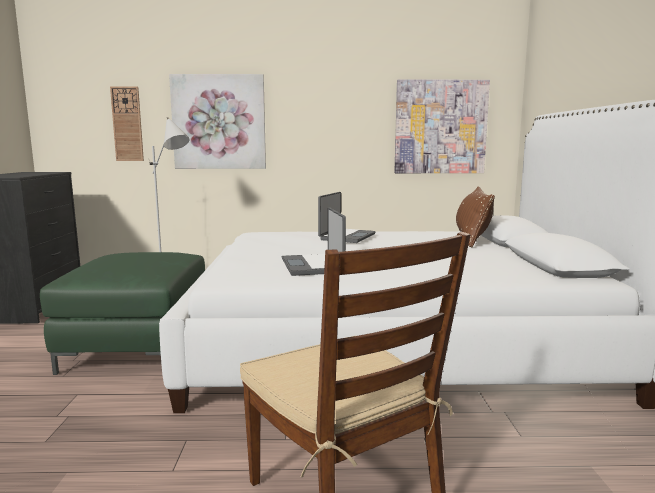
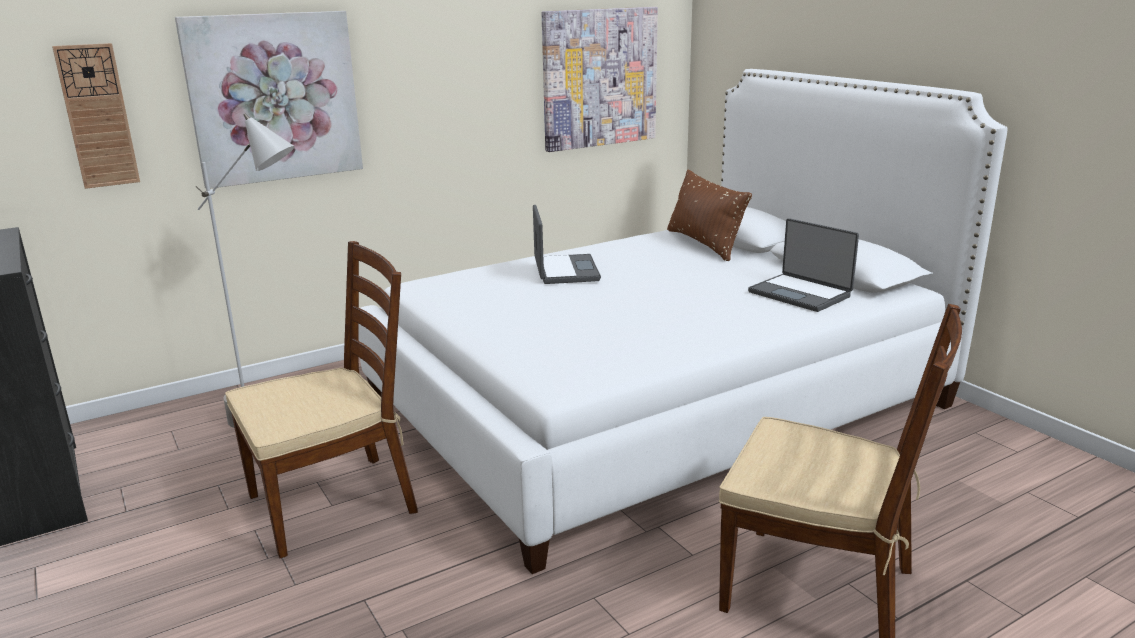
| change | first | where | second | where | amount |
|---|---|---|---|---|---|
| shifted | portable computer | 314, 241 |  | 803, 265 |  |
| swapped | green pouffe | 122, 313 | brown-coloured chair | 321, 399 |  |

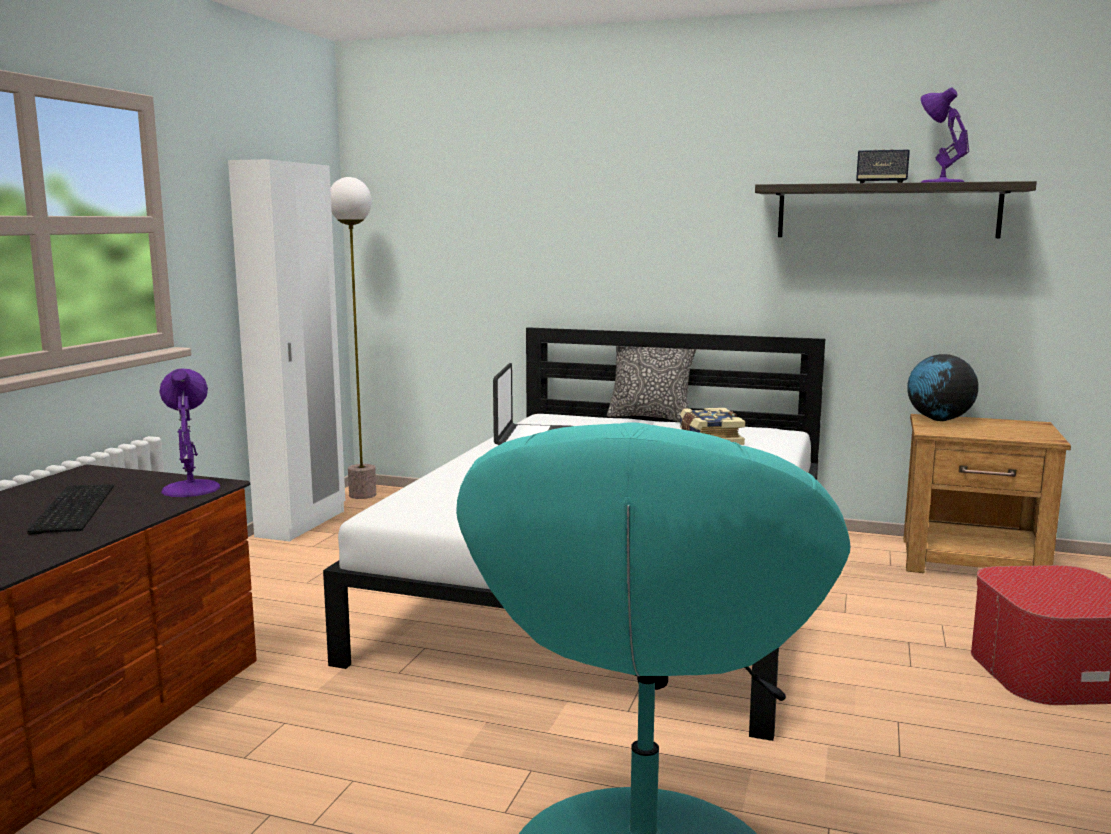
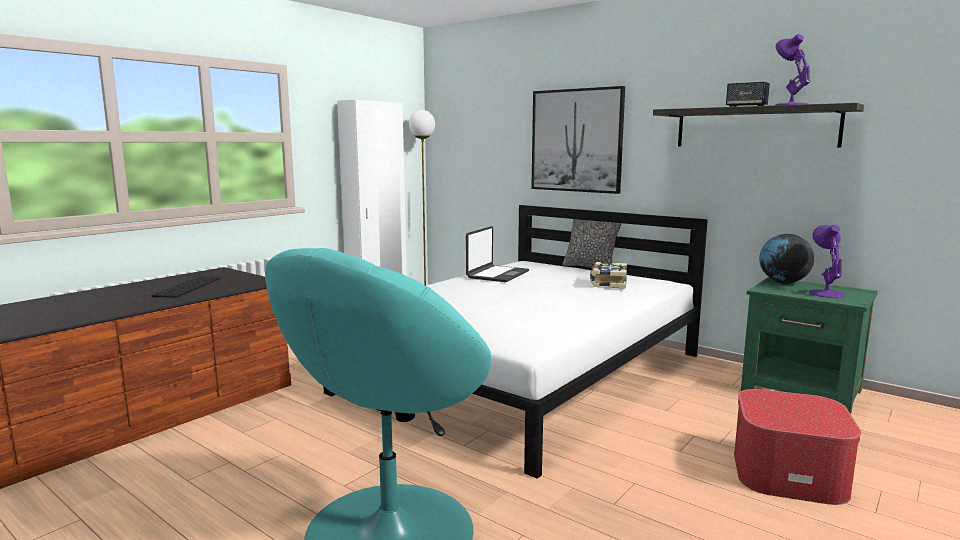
| change | first | where | second | where | amount |
|---|---|---|---|---|---|
| new |  |  | wall art | 578, 140 |  |
| shifted | purple lamp for a table | 189, 432 |  | 827, 261 |  |
| repainted | brown-coloured nightstand | 987, 493 | green nightstand | 809, 345 |  |

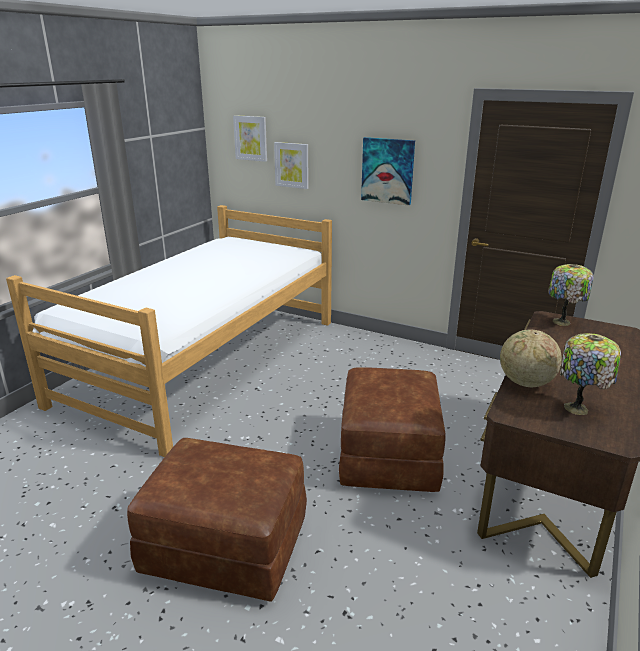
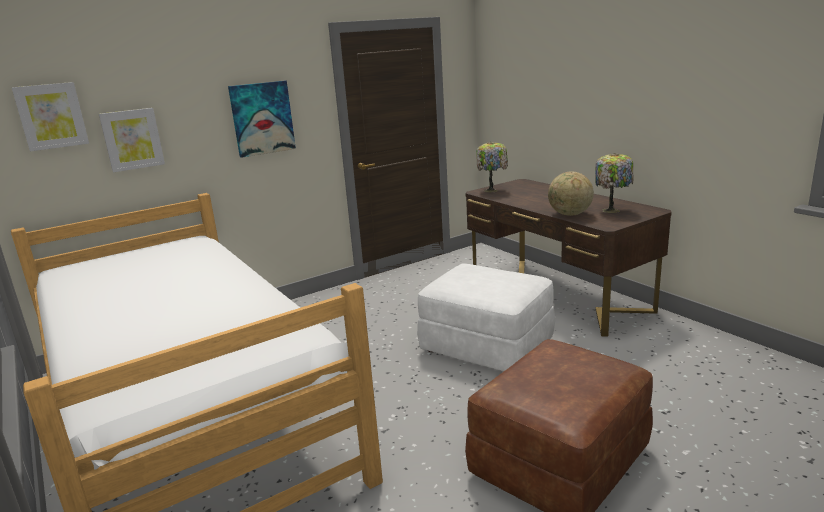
| change | first | where | second | where | amount |
|---|---|---|---|---|---|
| repainted | brown-coloured pouffe | 392, 429 | white-coloured pouffe | 486, 317 |  |

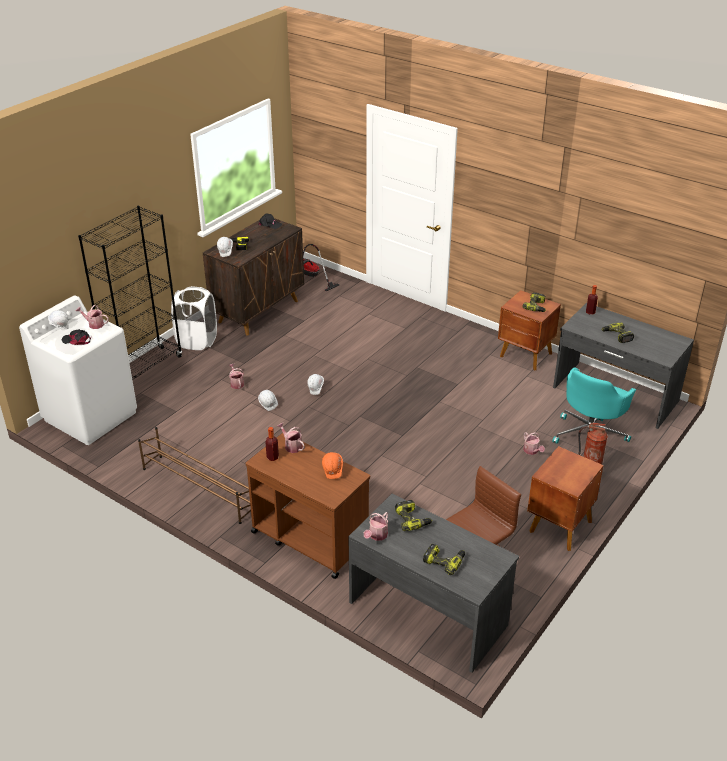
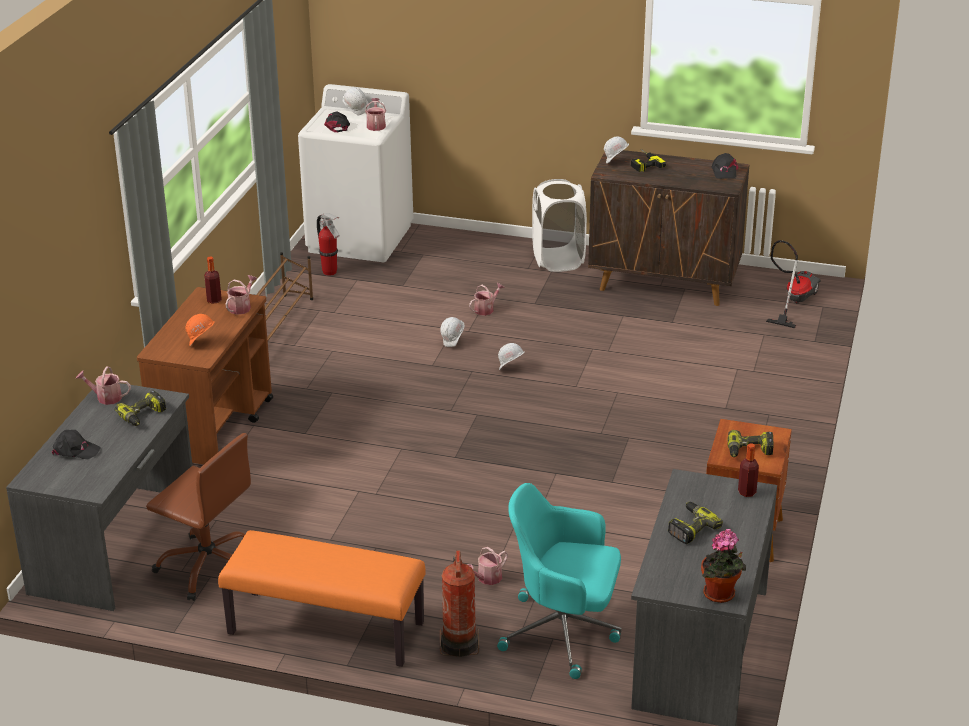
| change | first | where | second | where | amount |
|---|---|---|---|---|---|
| gone | blackish shelving unit | 130, 292 |  |  |  |
| new |  |  | fire-fighting cylinder | 328, 244 |  |
| new |  |  | potted plant | 723, 566 |  |
| swapped | power drill | 444, 559 | blackish baseball cap | 76, 444 |  |
| swapped | brown-coloured nightstand | 565, 498 | orangey long seat | 322, 598 |  |

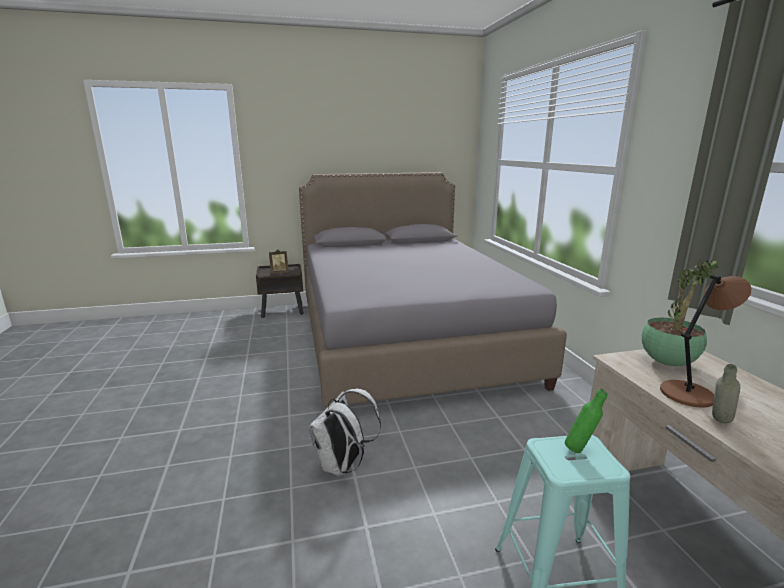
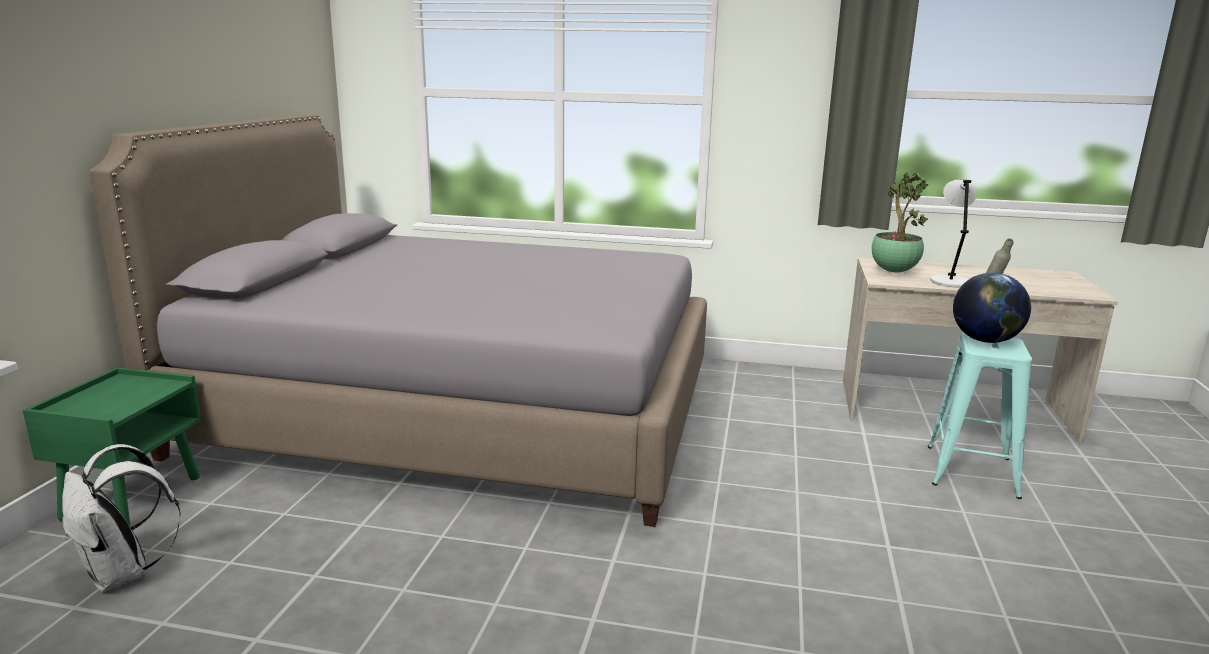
| change | first | where | second | where | amount |
|---|---|---|---|---|---|
| gone | picture frame | 279, 261 |  |  |  |
| shifted | white-coloured backpack | 345, 432 |  | 121, 518 |  |
| swapped | green drink bottle | 586, 421 | globe | 992, 308 |  |
| repainted | brown-coloured nightstand | 280, 291 | green nightstand | 112, 446 |  |
| repainted | brown-coloured lamp for a table | 706, 341 | gray lamp for a table | 953, 233 |  |

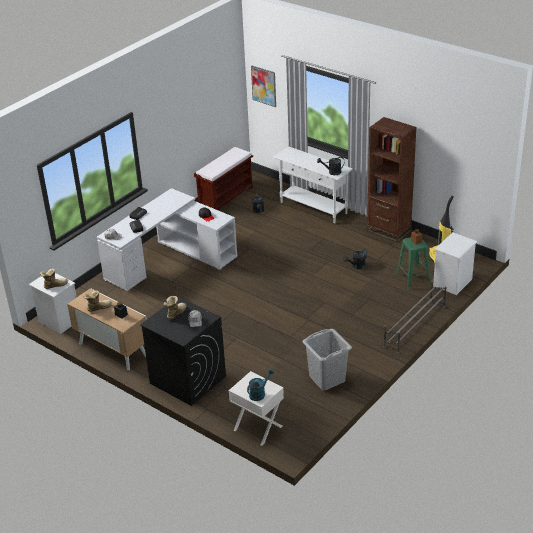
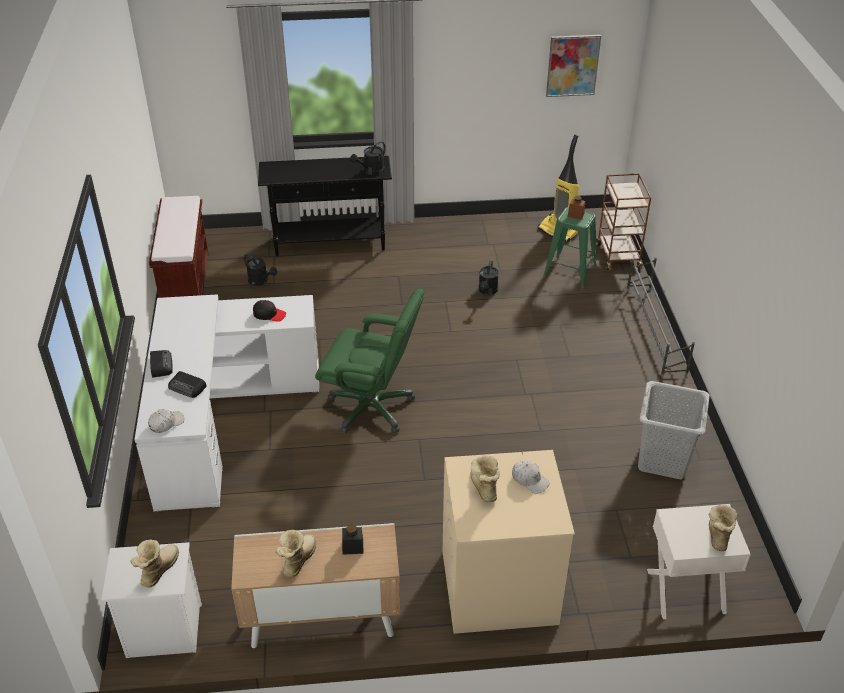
| change | first | where | second | where | amount |
|---|---|---|---|---|---|
| gone | brown-coloured shelving unit | 392, 180 |  |  |  |
| new |  |  | green computer chair | 369, 361 |  |
| shifted | wall art | 263, 86 |  | 573, 66 |  |
| swapped | turquoise watering pot | 260, 385 | tall boot | 723, 528 |  |
| swapped | white-coloured nightstand | 455, 263 | brown-coloured wheeled cart | 624, 221 |  |
| repainted | blackish laundry machine | 183, 351 | beige-coloured laundry machine | 509, 542 |  |
| repainted | white-coloured hall table | 313, 184 | blackish hall table | 325, 206 |  |

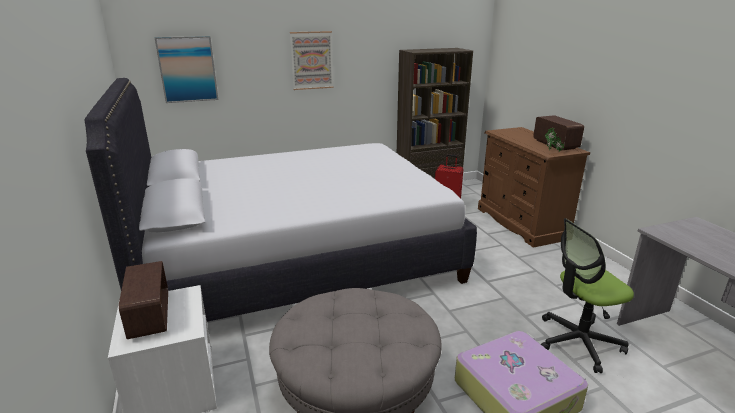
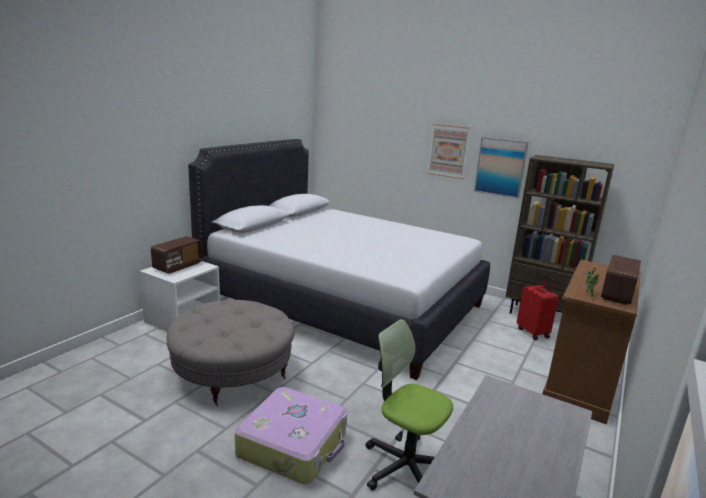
| change | first | where | second | where | amount |
|---|---|---|---|---|---|
| shifted | wall art | 186, 69 |  | 501, 168 |  |

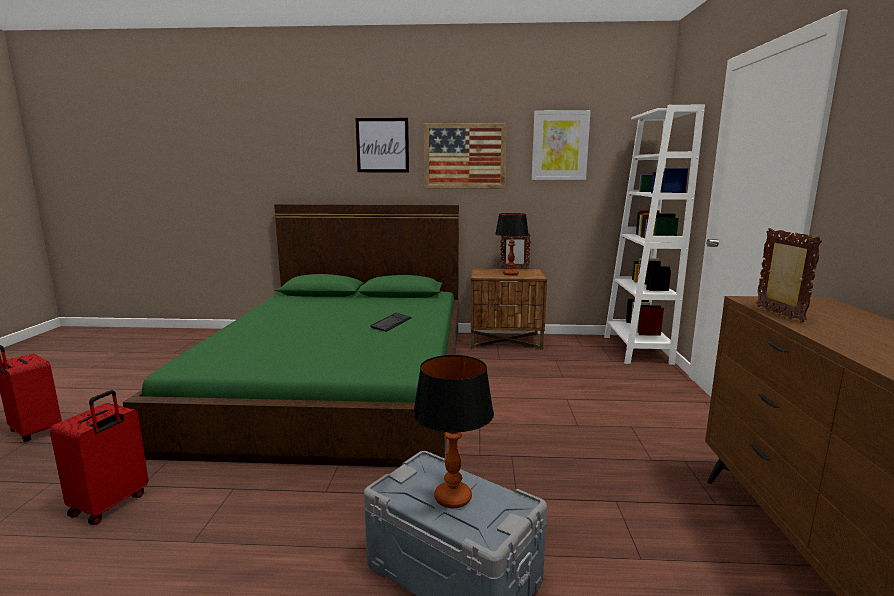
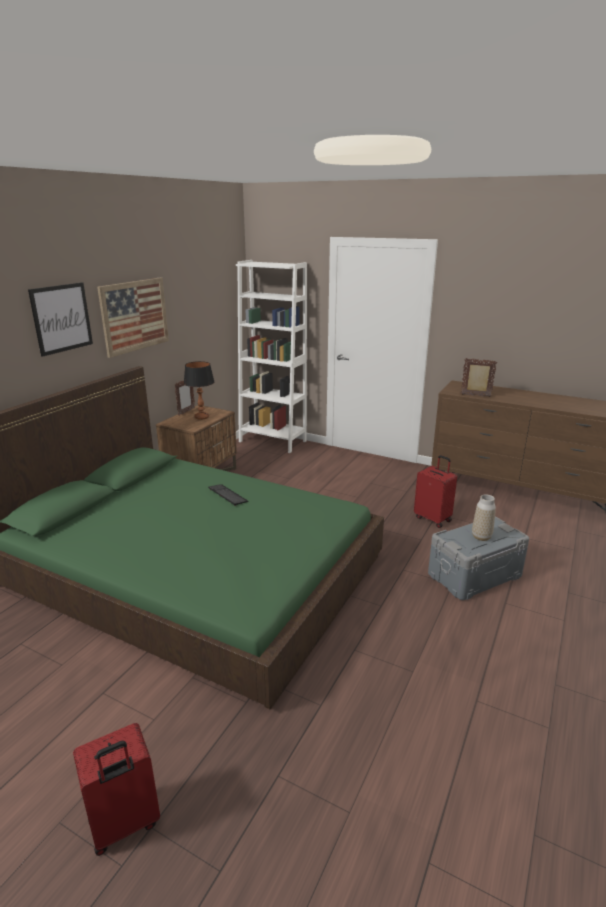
| change | first | where | second | where | amount |
|---|---|---|---|---|---|
| gone | wall art | 561, 145 |  |  |  |
| shifted | red piece of luggage | 99, 457 |  | 435, 491 |  |
| swapped | lamp for a table | 453, 431 | flower vase | 484, 517 |  |

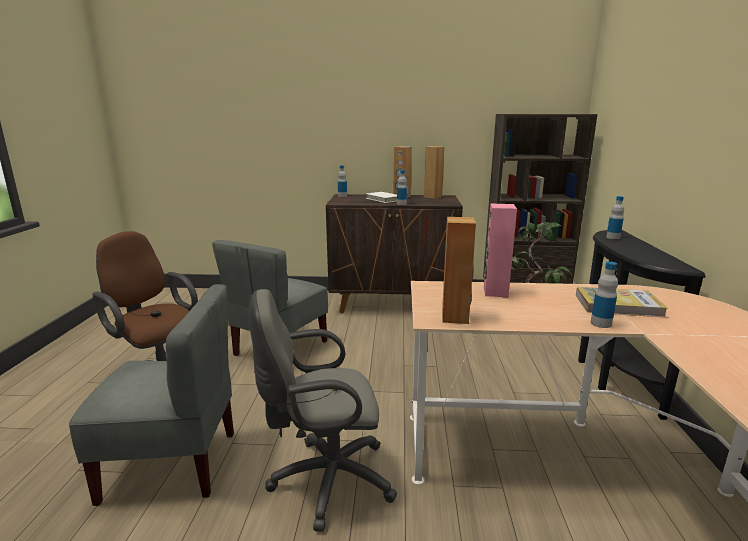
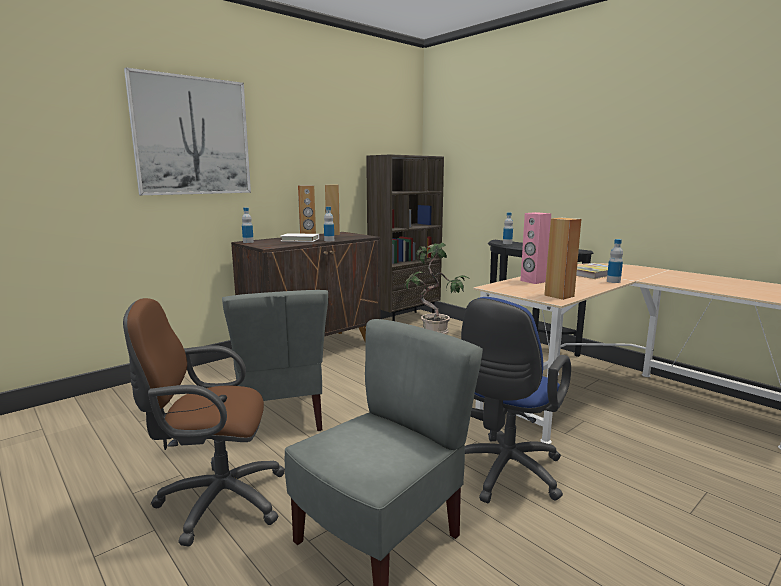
| change | first | where | second | where | amount |
|---|---|---|---|---|---|
| new |  |  | wall art | 187, 131 |  |
| repainted | gray computer chair | 323, 410 | blue-coloured computer chair | 516, 400 |  |

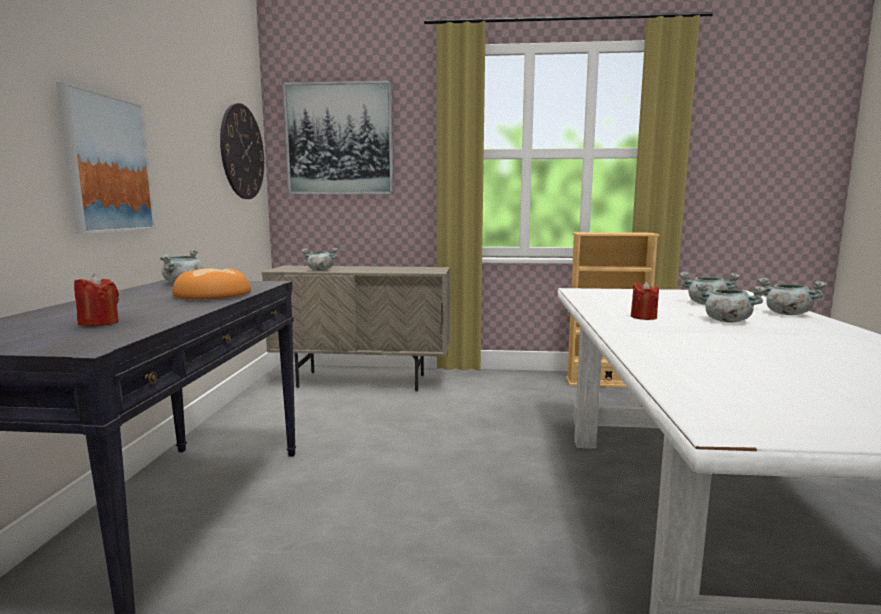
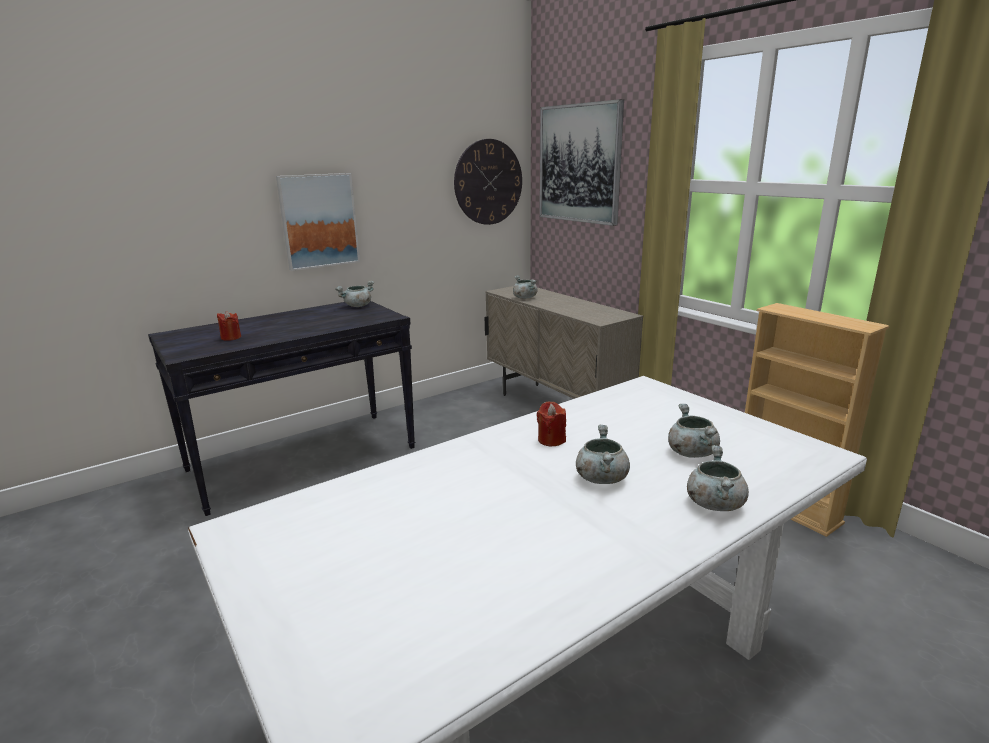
| change | first | where | second | where | amount |
|---|---|---|---|---|---|
| gone | bakery bread | 211, 283 |  |  |  |

